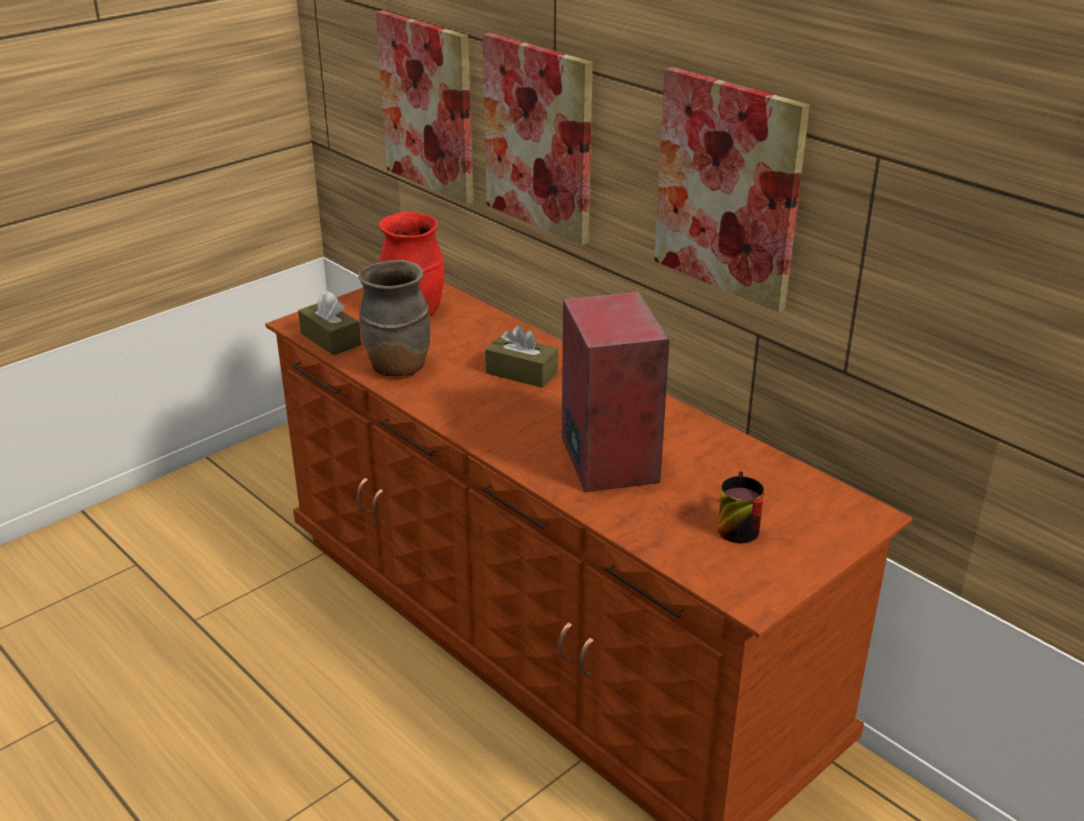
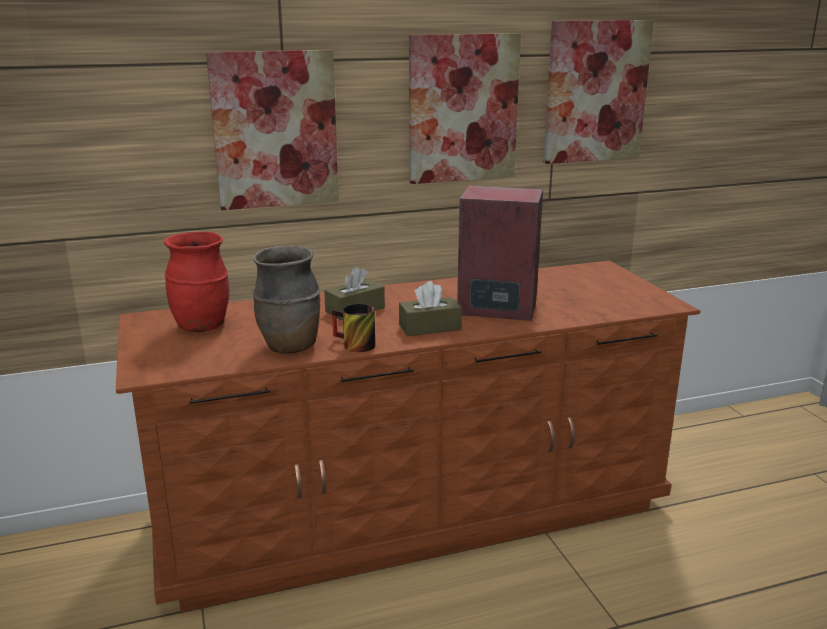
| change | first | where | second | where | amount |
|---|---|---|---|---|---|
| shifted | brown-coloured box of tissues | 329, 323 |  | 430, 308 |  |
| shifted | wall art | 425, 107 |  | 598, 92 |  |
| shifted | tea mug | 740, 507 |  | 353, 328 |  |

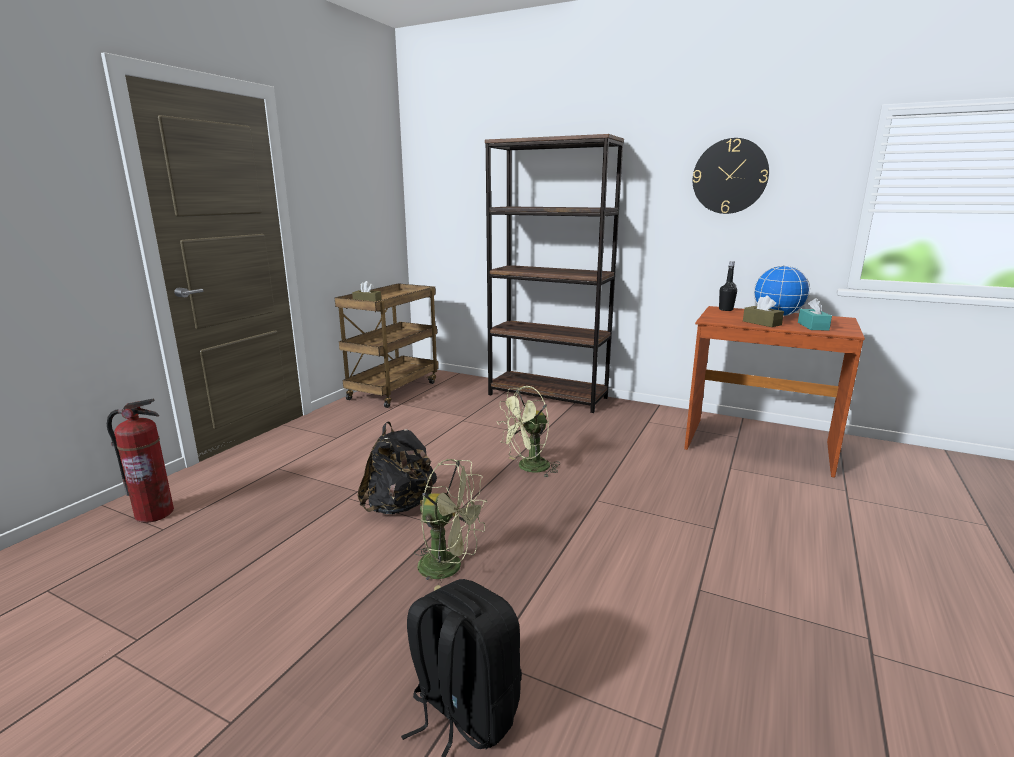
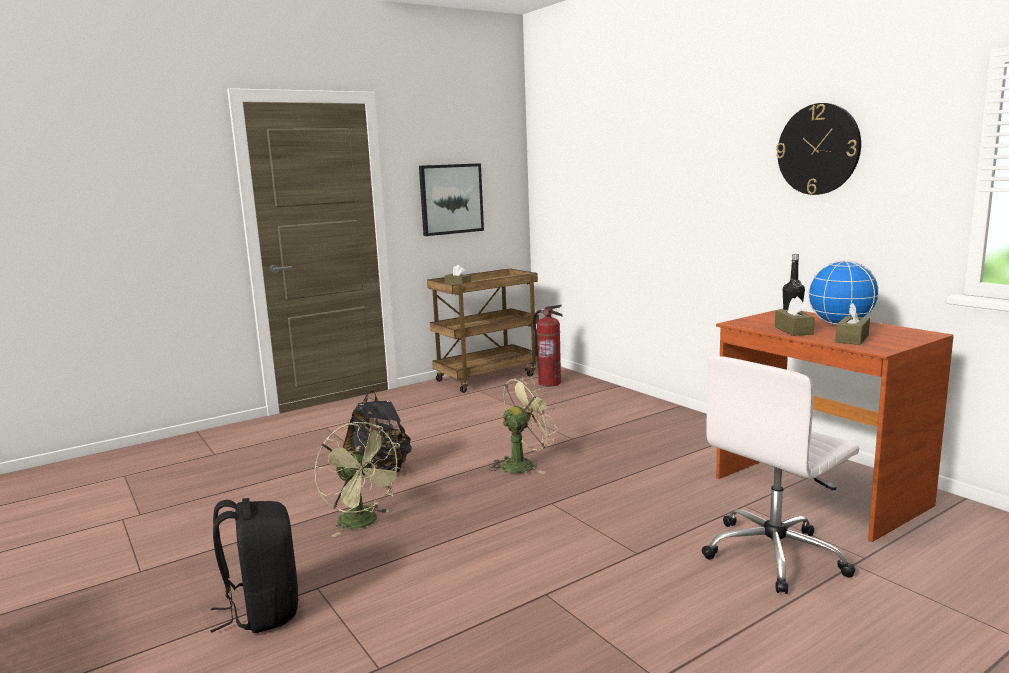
| change | first | where | second | where | amount |
|---|---|---|---|---|---|
| gone | brown-coloured shelving unit | 554, 273 |  |  |  |
| new |  |  | wall art | 451, 199 |  |
| new |  |  | white-coloured computer chair | 780, 475 |  |
| shifted | fire-fighting cylinder | 140, 461 |  | 548, 345 |  |
| repainted | turquoise box of tissues | 815, 314 | brown-coloured box of tissues | 852, 324 |  |
| rotated | green electric fan | 528, 431 |  | 523, 425 | 150 degrees clockwise |

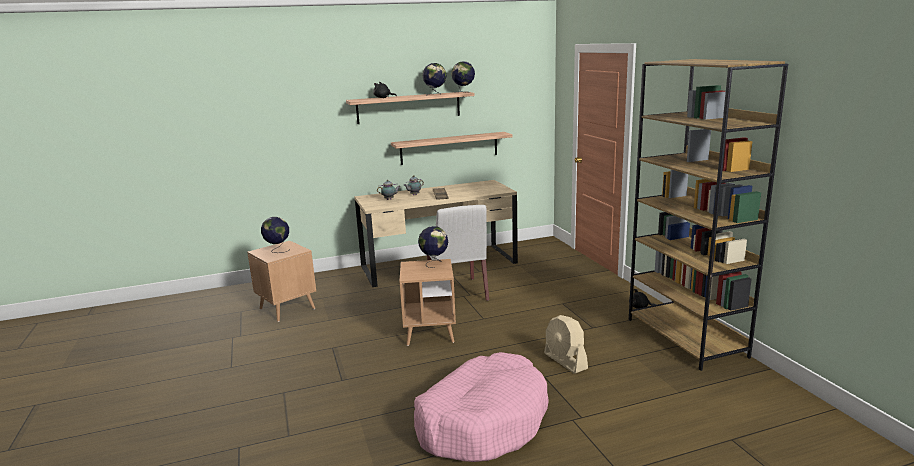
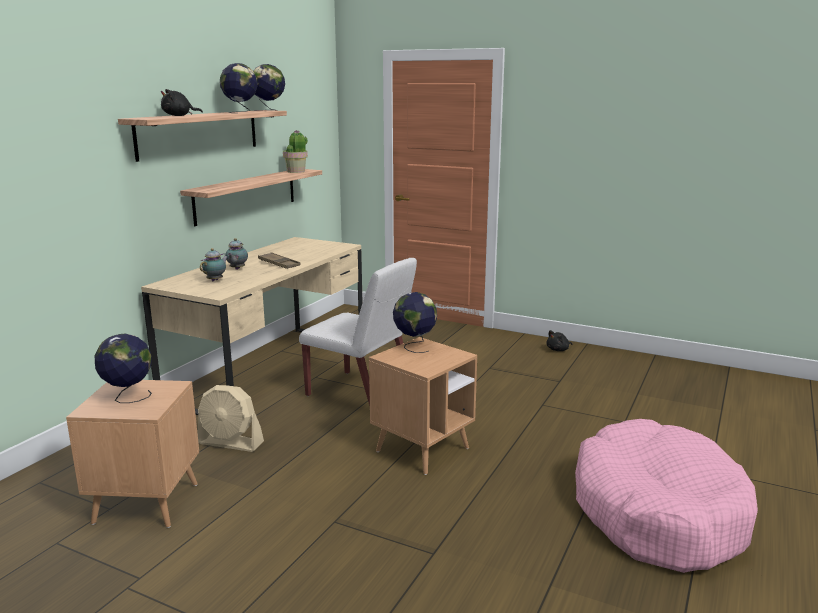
| change | first | where | second | where | amount |
|---|---|---|---|---|---|
| gone | brown-coloured shelving unit | 708, 215 |  |  |  |
| new |  |  | potted plant | 295, 151 |  |
| shifted | beige-coloured electric fan | 566, 344 |  | 231, 418 |  |

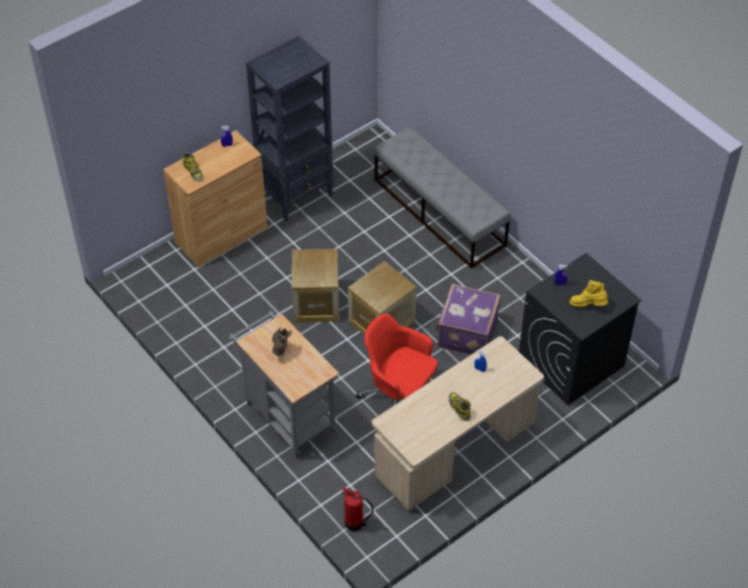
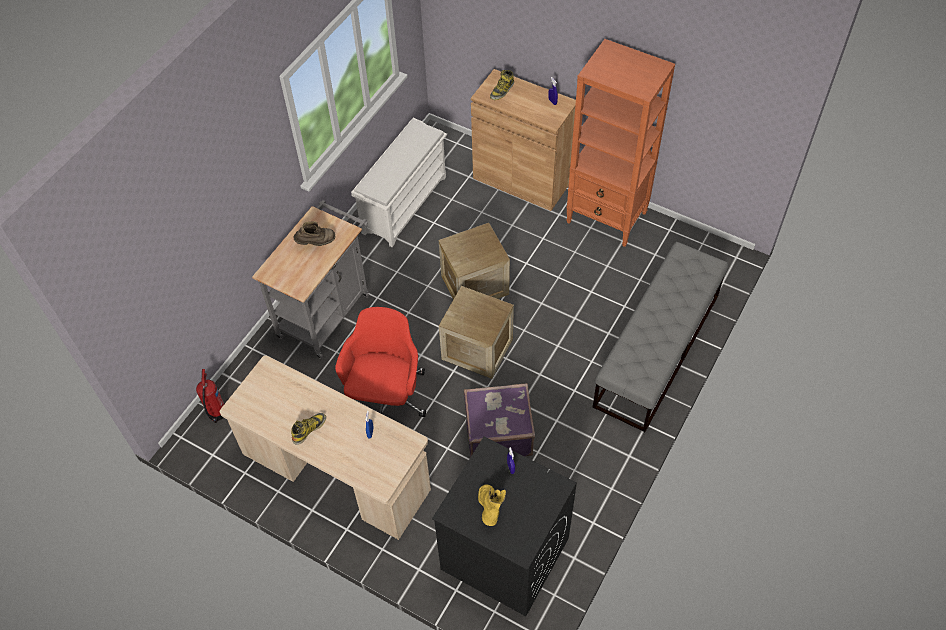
| change | first | where | second | where | amount |
|---|---|---|---|---|---|
| new |  |  | white-coloured shoe stand | 399, 182 |  |
| repainted | blackish shelving unit | 289, 129 | orangey shelving unit | 620, 143 |  |

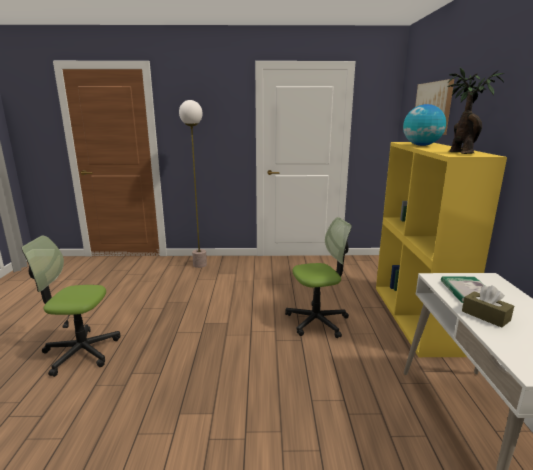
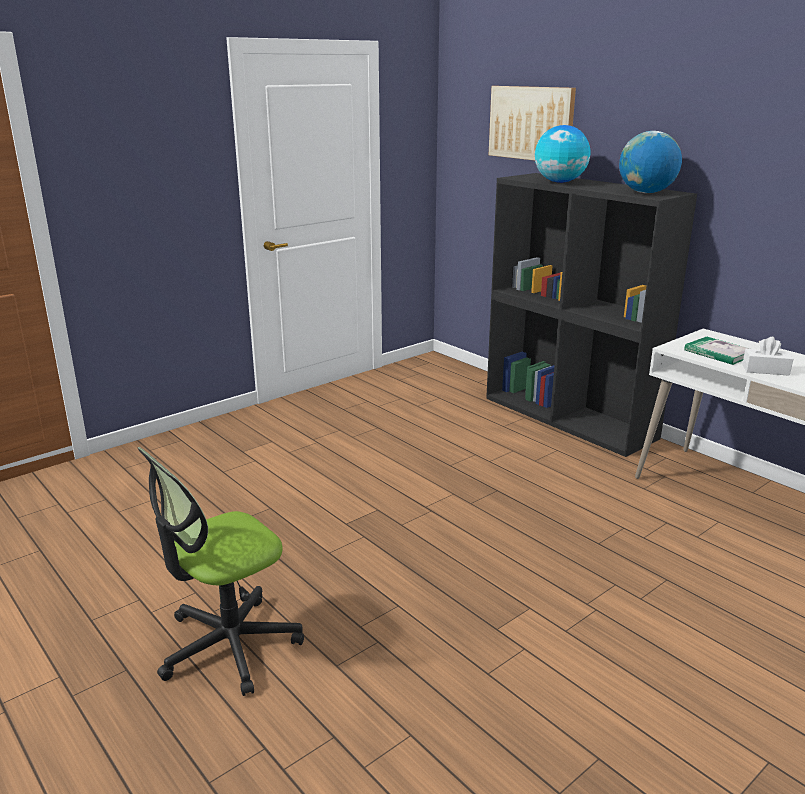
| change | first | where | second | where | amount |
|---|---|---|---|---|---|
| gone | standard lamp | 193, 184 |  |  |  |
| gone | computer chair | 318, 277 |  |  |  |
| swapped | potted plant | 475, 111 | globe | 650, 162 |  |
| repainted | yellow shelving unit | 441, 249 | blackish shelving unit | 591, 315 |  |
| repainted | brown-coloured box of tissues | 488, 306 | white-coloured box of tissues | 767, 356 |  |

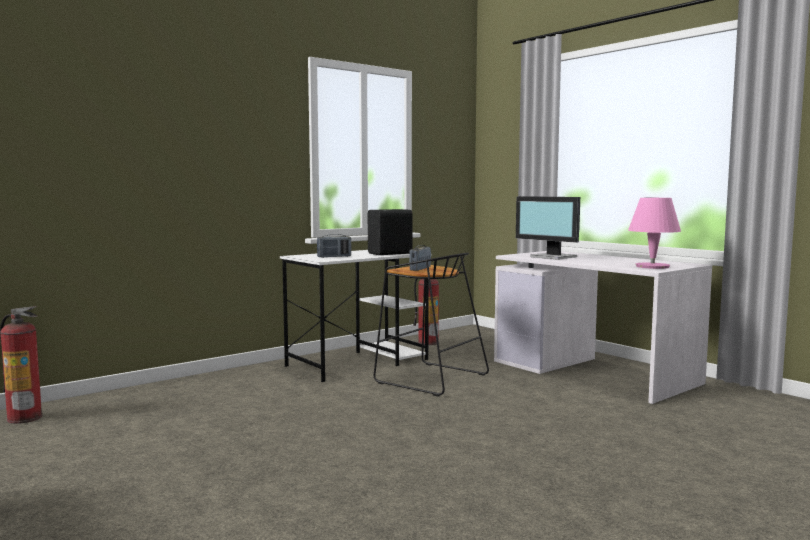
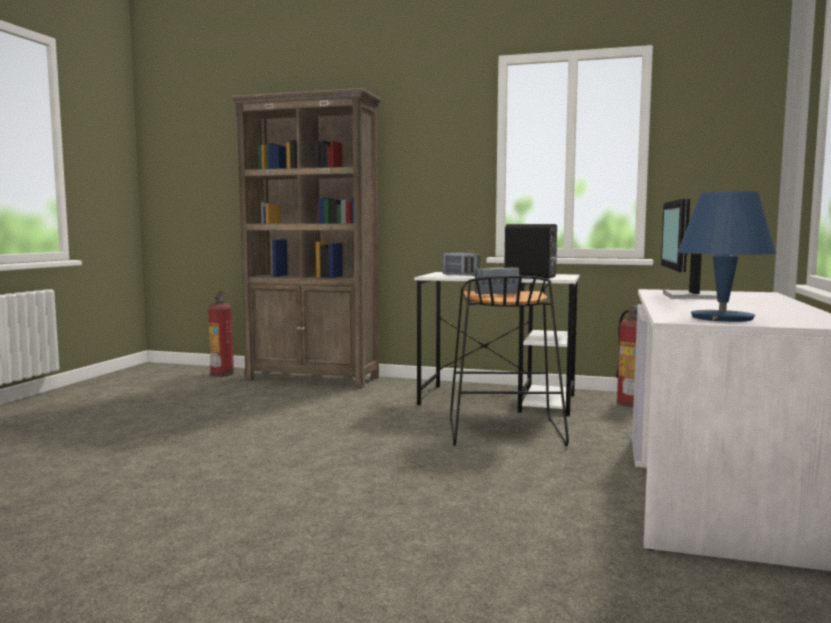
| change | first | where | second | where | amount |
|---|---|---|---|---|---|
| new |  |  | brown-coloured shelving unit | 306, 238 |  |
| repainted | pinkish lamp for a table | 654, 233 | blue-coloured lamp for a table | 727, 256 |  |

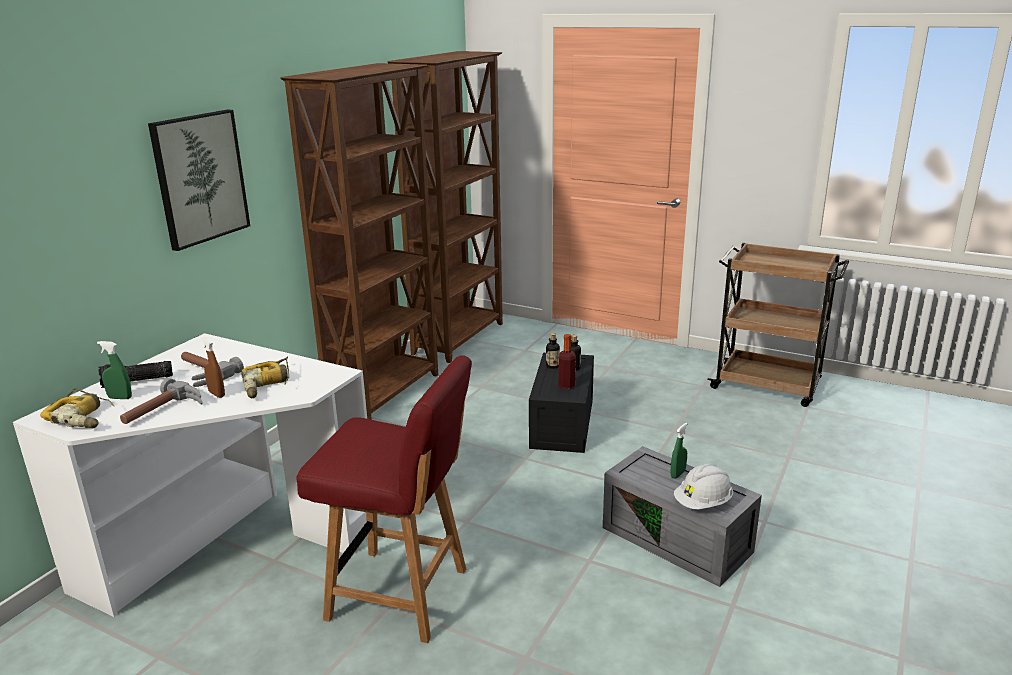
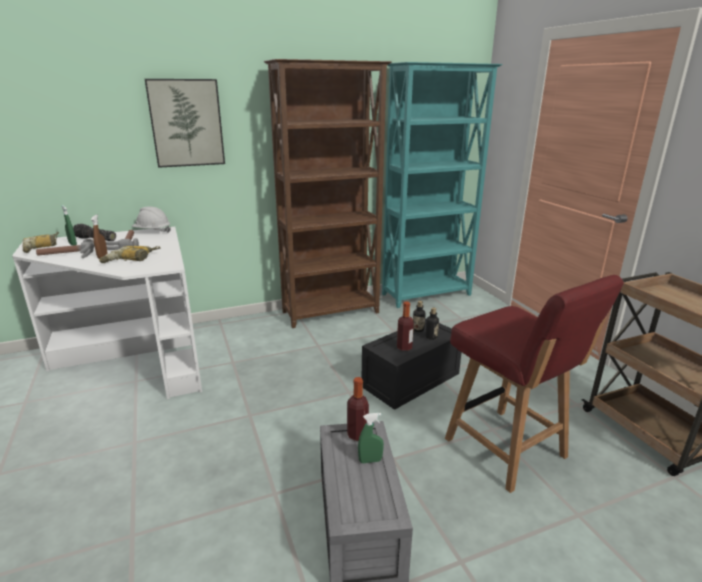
| change | first | where | second | where | amount |
|---|---|---|---|---|---|
| new |  |  | drink bottle | 358, 409 |  |
| shifted | red chair | 384, 499 |  | 534, 384 |  |
| shifted | white-coloured work helmet | 703, 486 |  | 151, 219 |  |
| repainted | brown-coloured shelving unit | 445, 207 | turquoise shelving unit | 442, 185 |  |

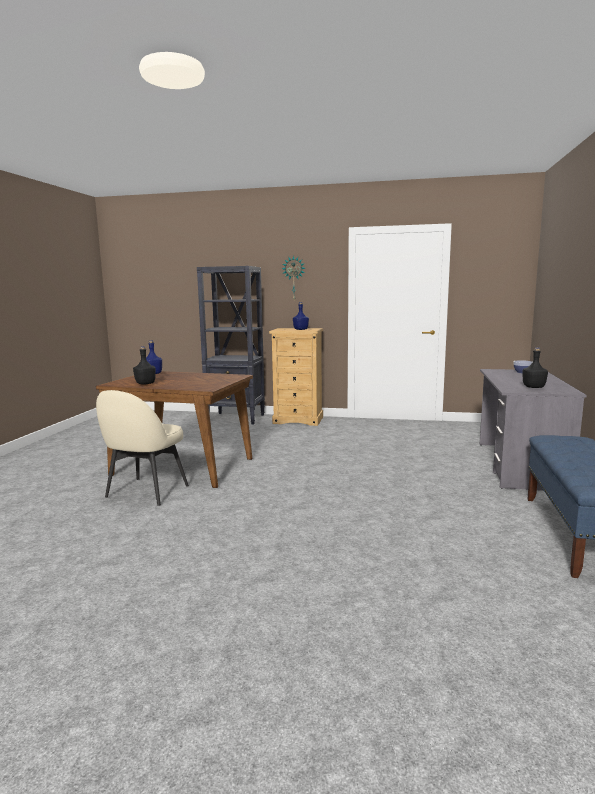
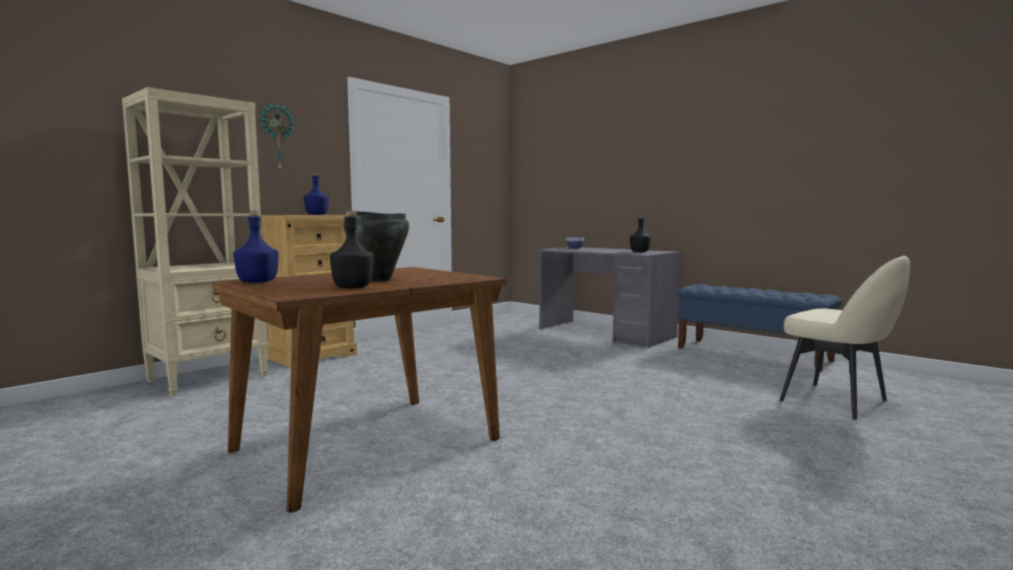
| change | first | where | second | where | amount |
|---|---|---|---|---|---|
| new |  |  | blackish cooking pot | 376, 246 |  |
| shifted | beige-coloured chair | 142, 448 |  | 844, 338 |  |
| repainted | blackish shelving unit | 231, 345 | beige-coloured shelving unit | 195, 242 |  |

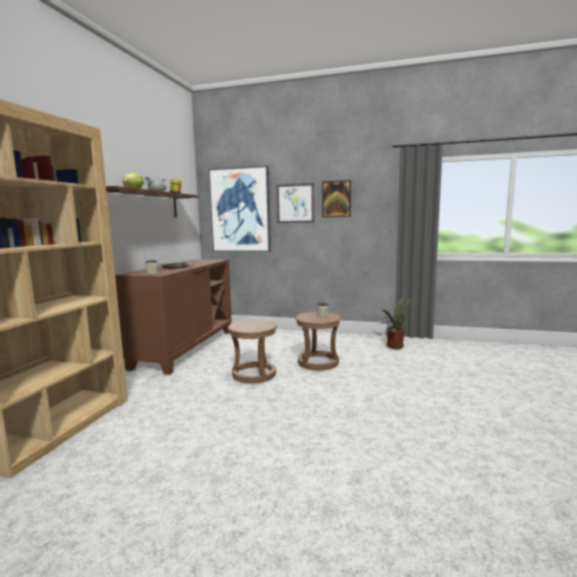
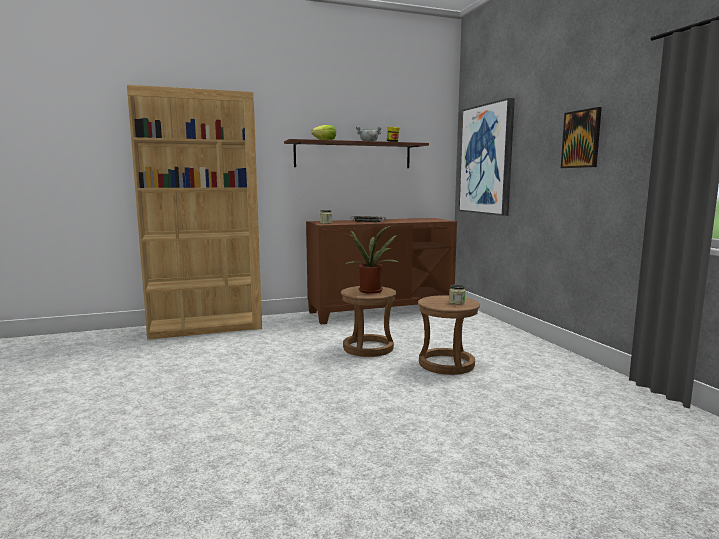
| change | first | where | second | where | amount |
|---|---|---|---|---|---|
| gone | wall art | 295, 203 |  |  |  |
| shifted | potted plant | 394, 323 |  | 369, 259 |  |

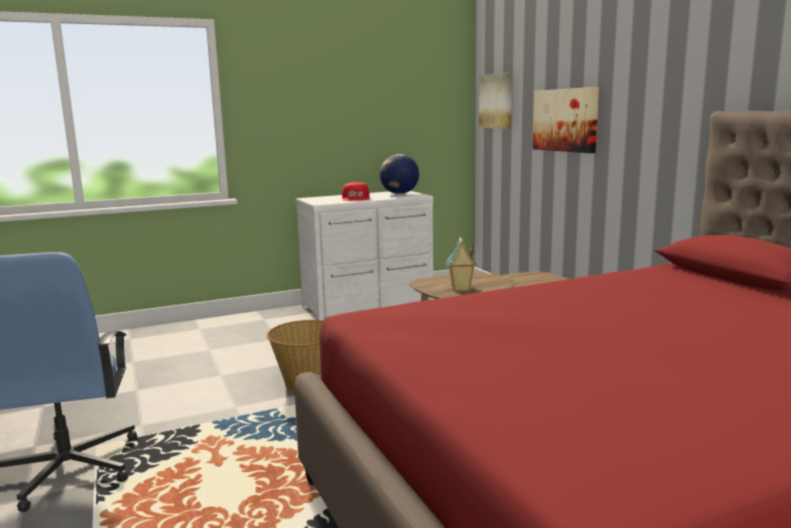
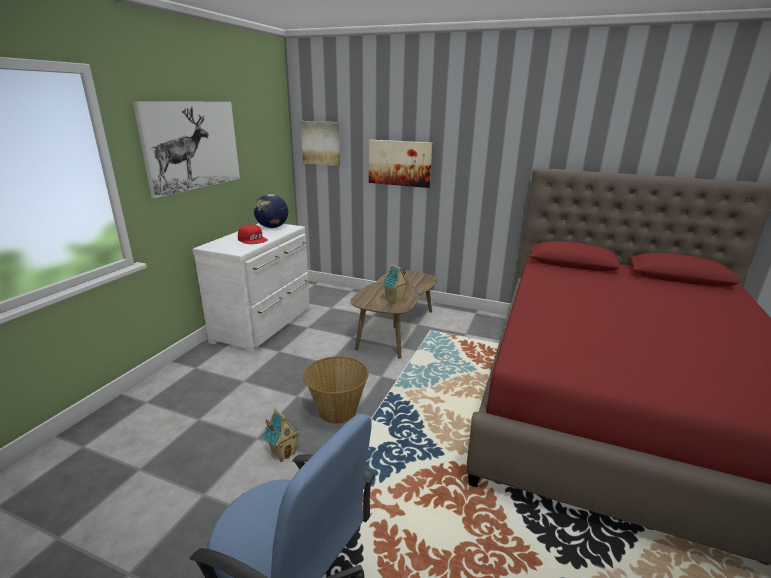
| change | first | where | second | where | amount |
|---|---|---|---|---|---|
| new |  |  | wall art | 186, 149 |  |
| new |  |  | model house | 282, 435 |  |

